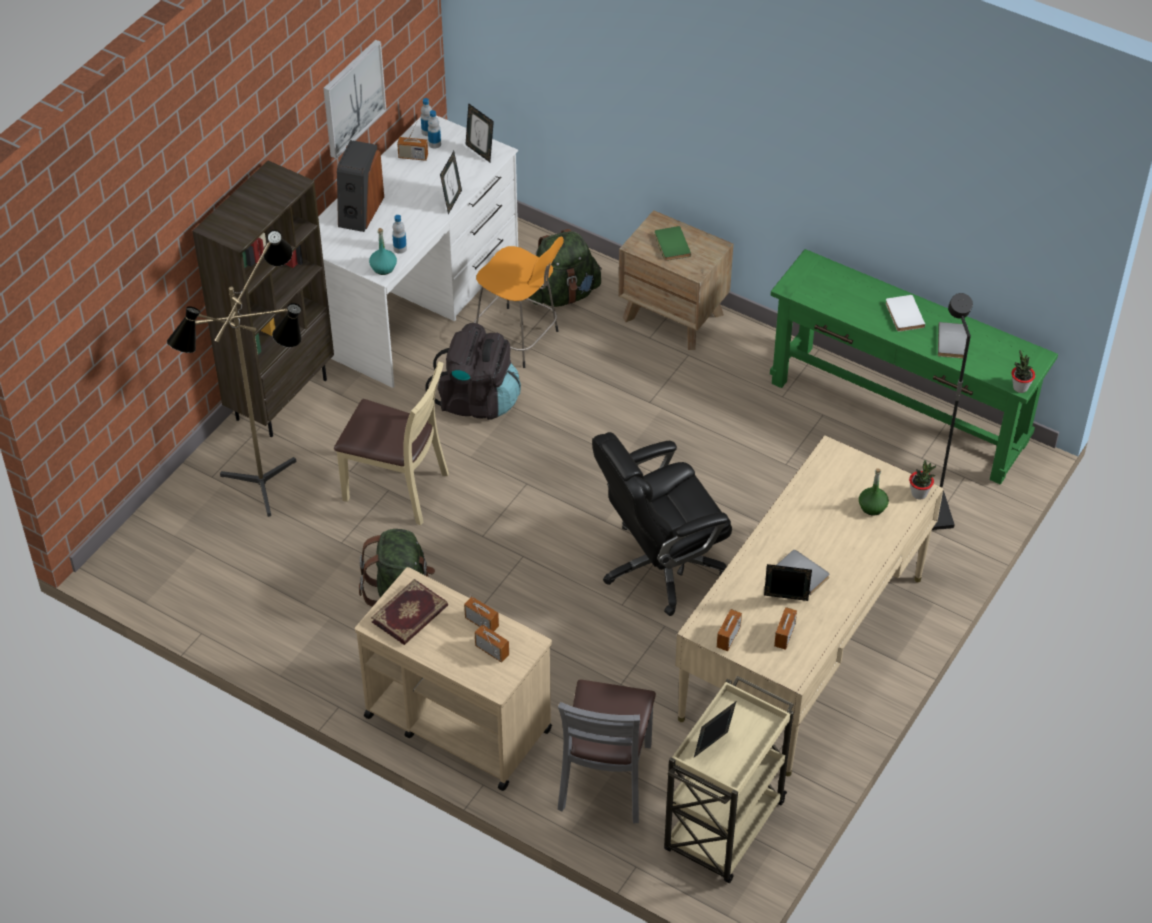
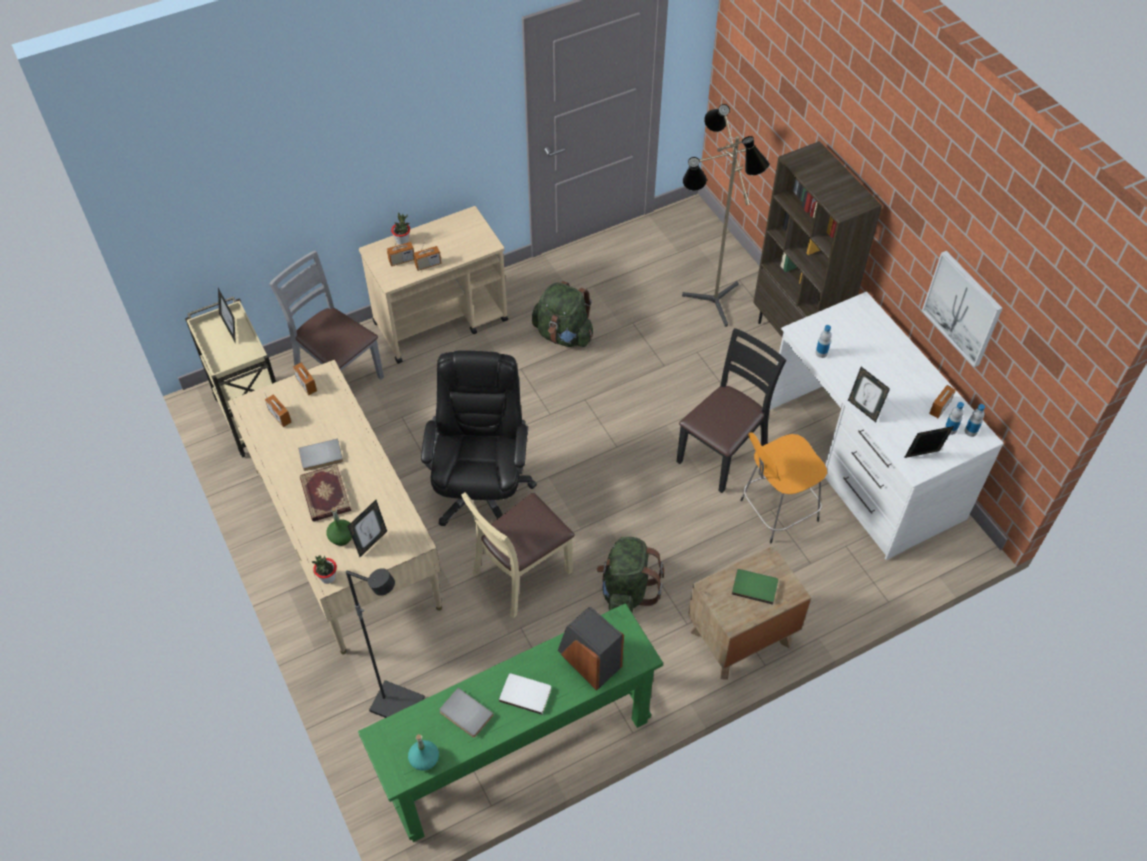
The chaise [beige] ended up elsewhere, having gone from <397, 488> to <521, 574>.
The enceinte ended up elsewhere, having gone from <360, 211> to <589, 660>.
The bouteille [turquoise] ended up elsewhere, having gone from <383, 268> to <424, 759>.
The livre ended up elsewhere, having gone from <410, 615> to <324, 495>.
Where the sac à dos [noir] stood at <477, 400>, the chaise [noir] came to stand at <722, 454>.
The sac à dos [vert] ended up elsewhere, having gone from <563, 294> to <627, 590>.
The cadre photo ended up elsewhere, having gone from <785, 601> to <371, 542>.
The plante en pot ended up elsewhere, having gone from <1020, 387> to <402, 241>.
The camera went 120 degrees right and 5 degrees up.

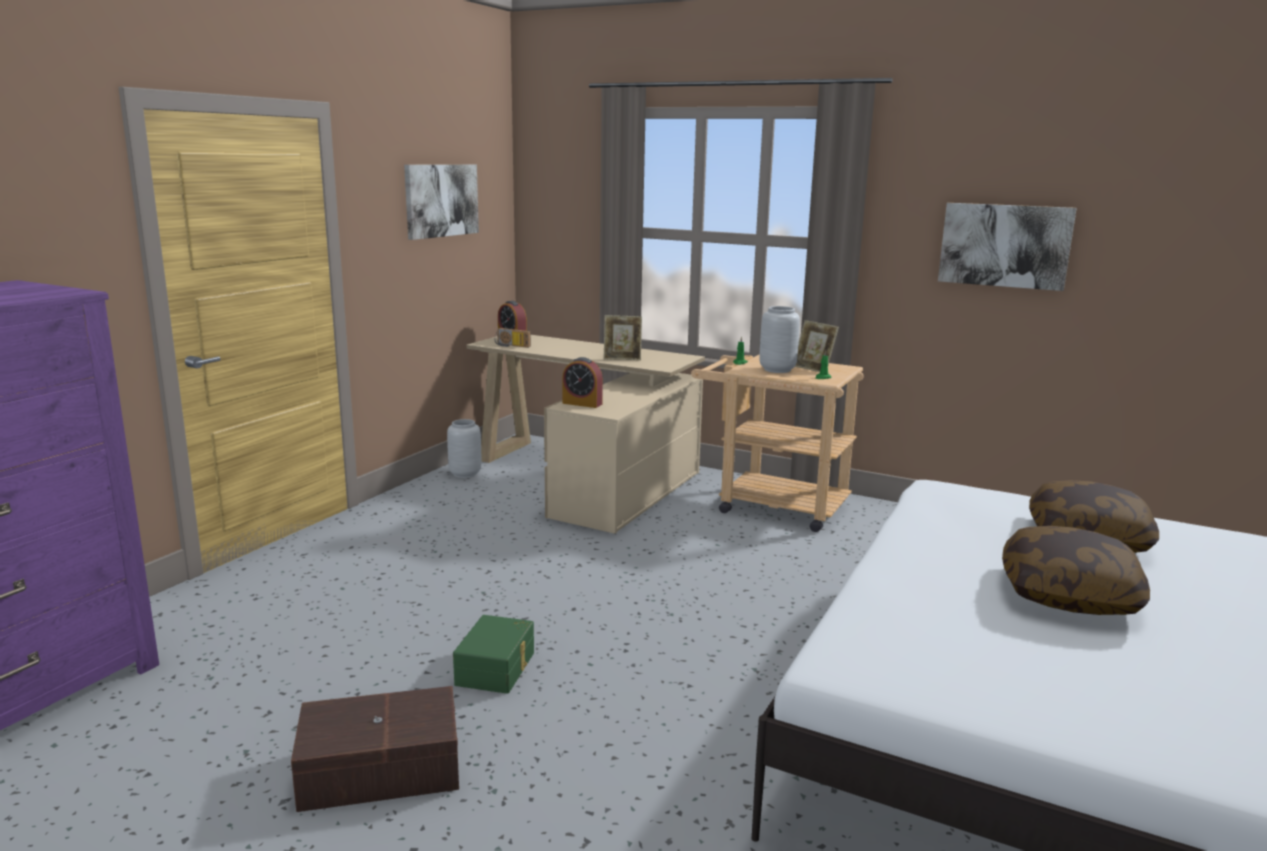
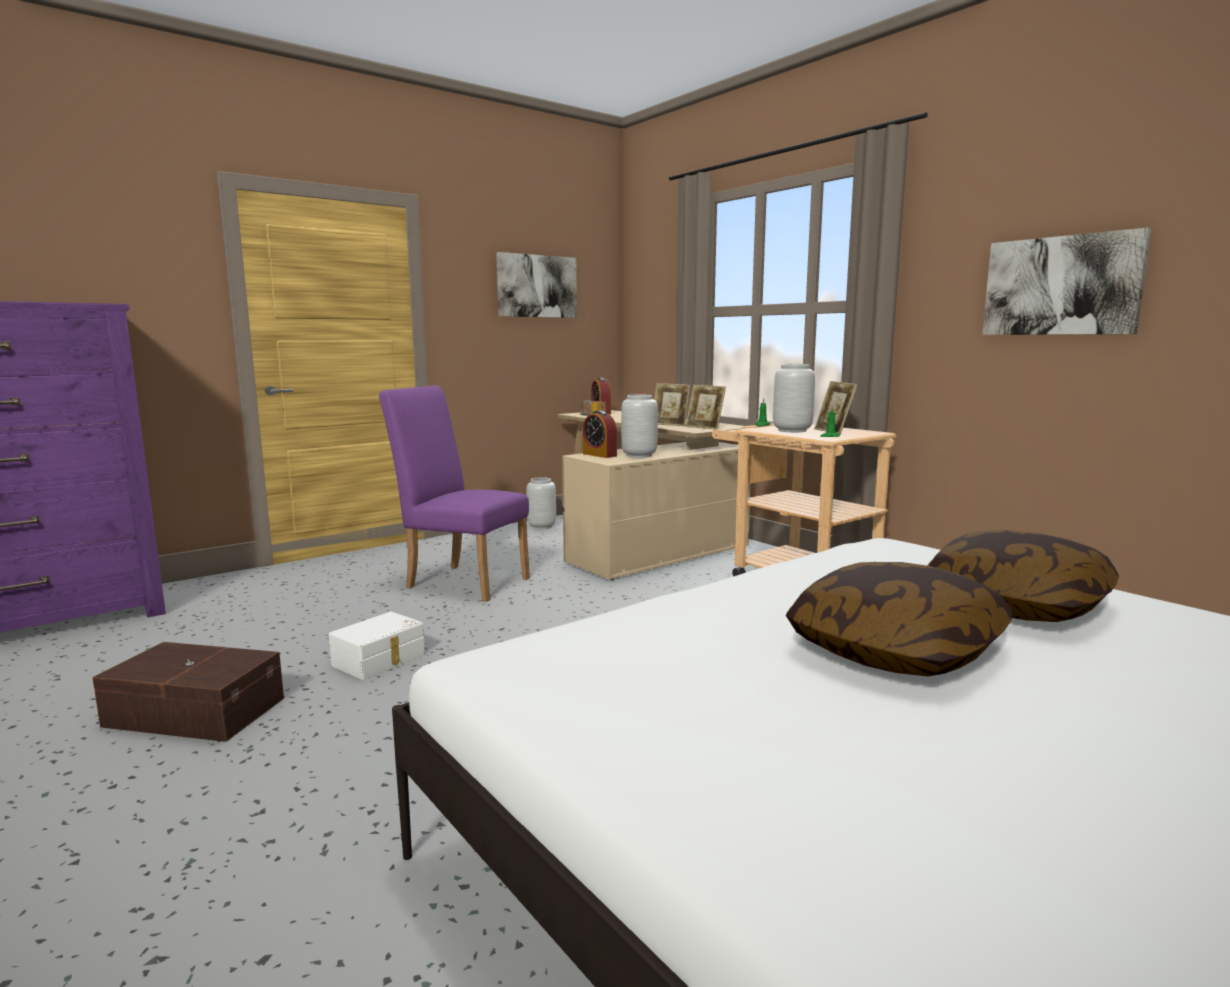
What was the boîte de rangement [vert] at <497, 668> turned into the boîte de rangement [blanc] at <380, 660>.
The second view gained the chaise [violet] at <461, 581>.
The second view gained the vase [gris] at <640, 455>.
The second view gained the cadre photo at <705, 427>.
The camera went 25 degrees right and 5 degrees down.

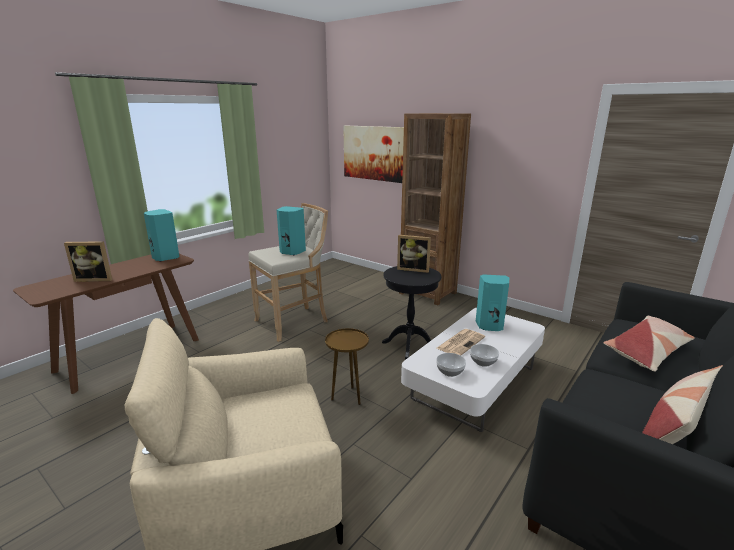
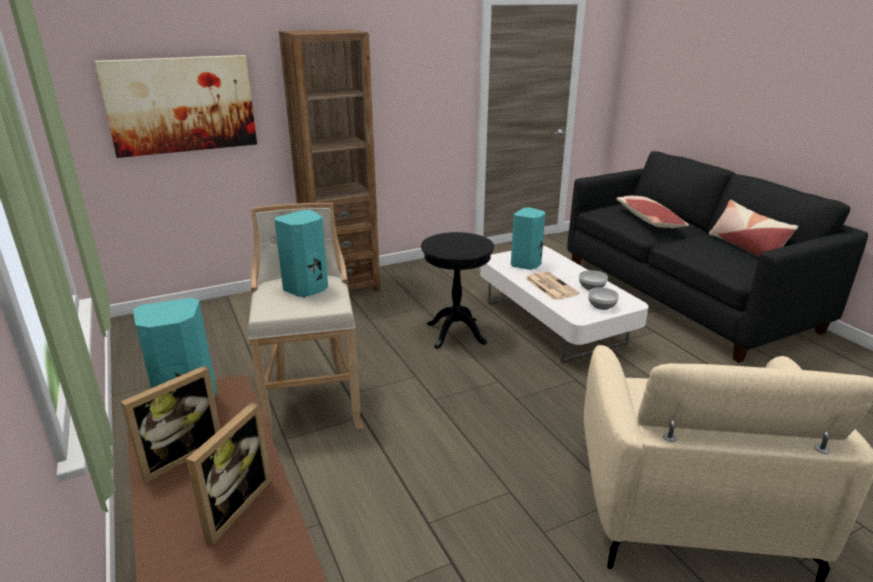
The second view lost the table d'appoint [marron] at <348, 397>.
The cadre photo ended up elsewhere, having gone from <413, 269> to <179, 455>.
The camera went 65 degrees left and 5 degrees up.

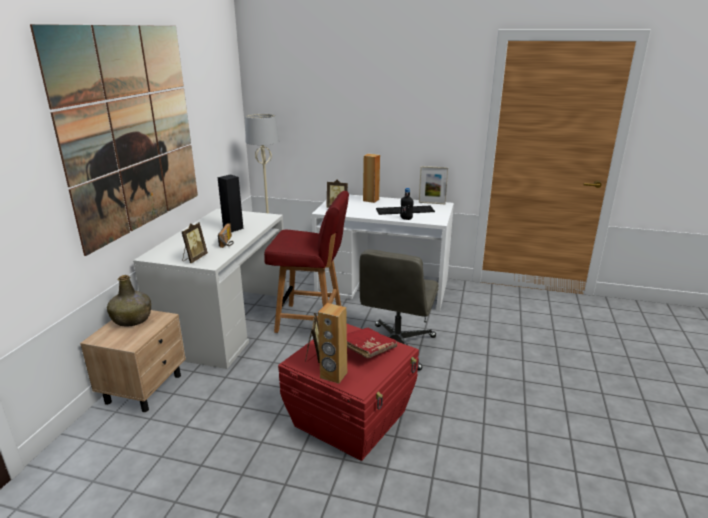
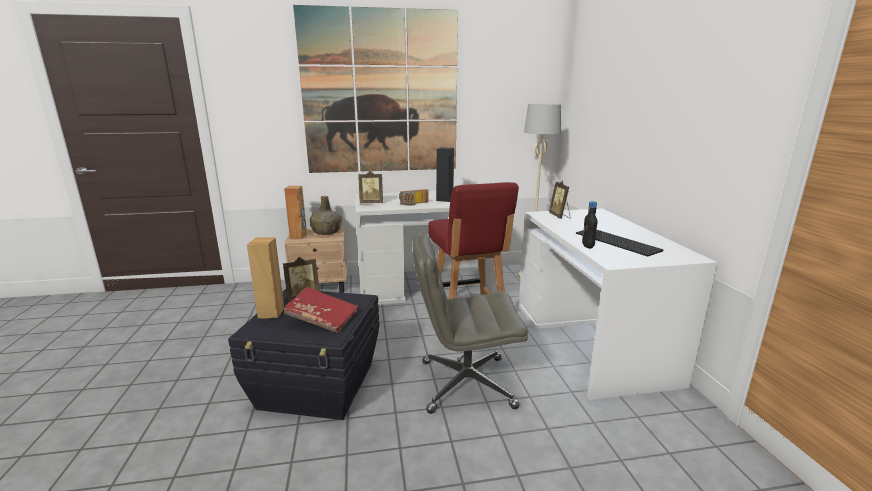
What was the boîte de rangement [rouge] at <351, 418> turned into the boîte de rangement [noir] at <318, 386>.
The enceinte [marron] ended up elsewhere, having gone from <371, 200> to <298, 236>.
The second view lost the cadre photo at <432, 203>.
The camera went 65 degrees right and 5 degrees down.

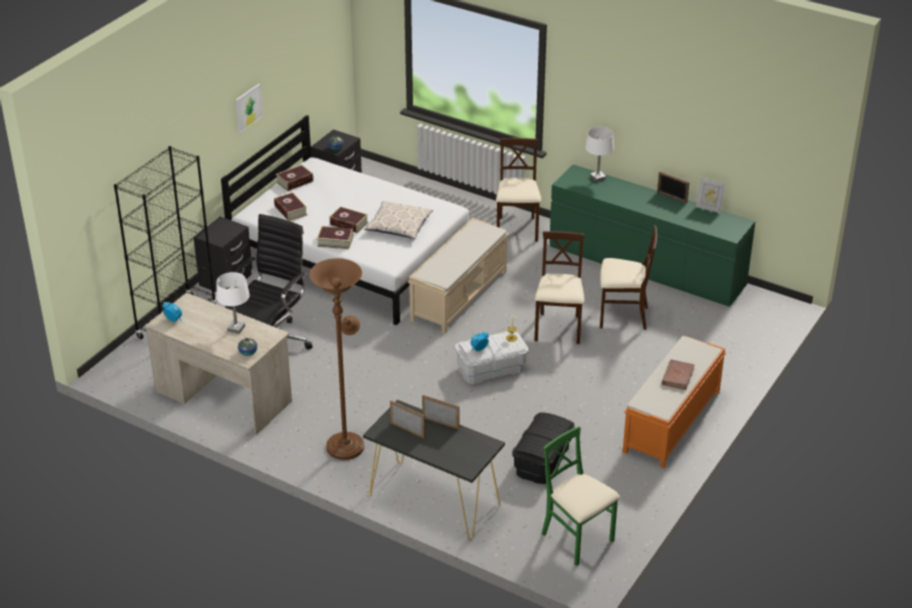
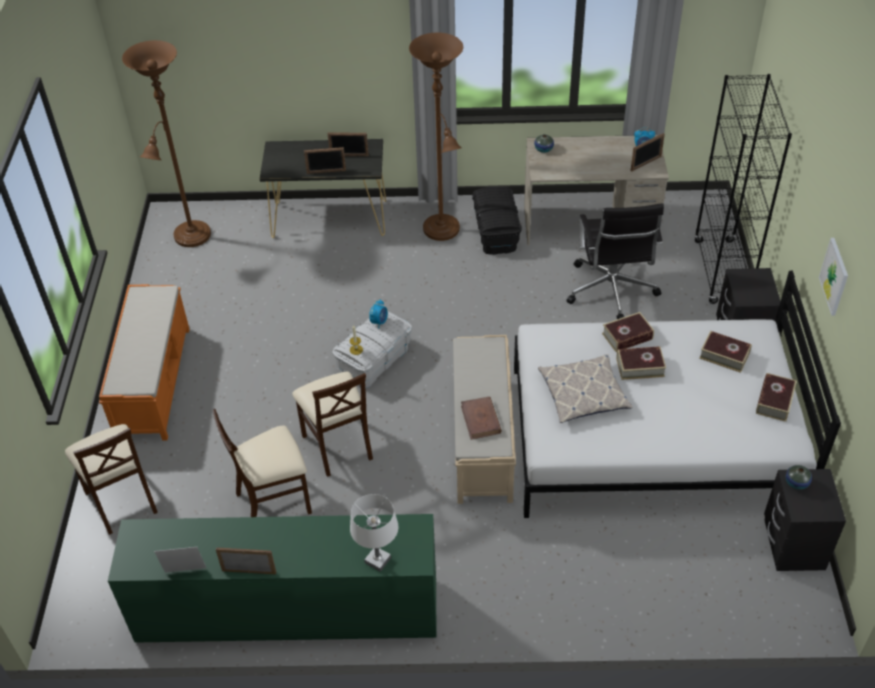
The second view lost the lampe de table [blanc] at <236, 328>.
The chaise [beige] ended up elsewhere, having gone from <517, 229> to <122, 500>.
The boîte de rangement [noir] ended up elsewhere, having gone from <543, 460> to <495, 232>.
Where the chaise [vert] stood at <577, 539>, the lampadaire [marron] came to stand at <190, 238>.
The livre [marron] ended up elsewhere, having gone from <678, 376> to <480, 420>.
The second view gained the cadre photo at <646, 164>.
The camera went 150 degrees right and 10 degrees up.

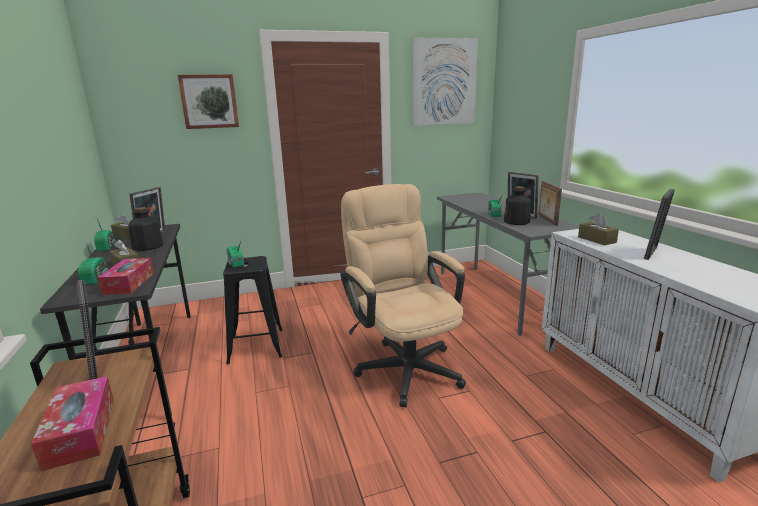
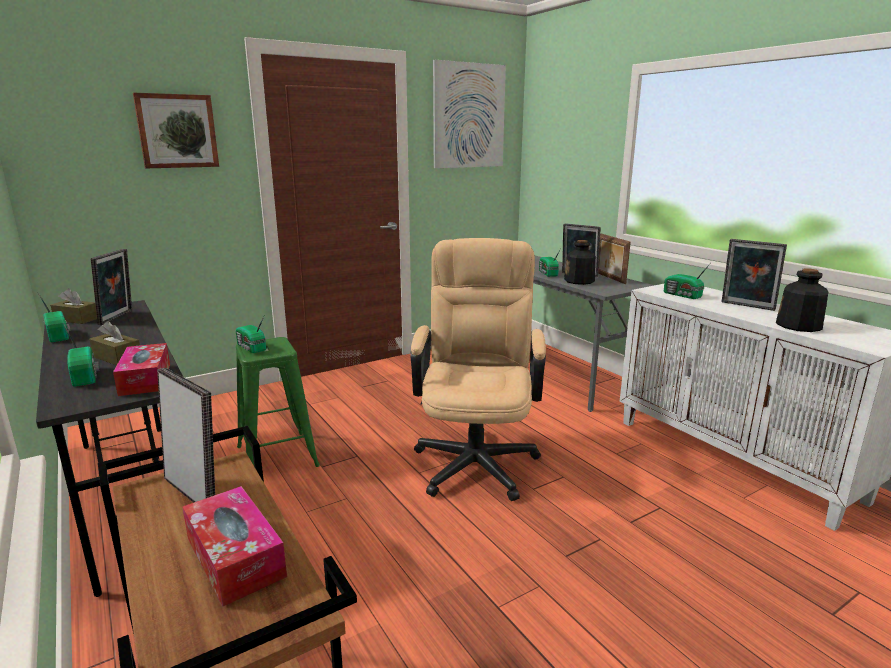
The bouteille ended up elsewhere, having gone from <147, 246> to <798, 326>.
What was the tabouret [noir] at <256, 345> turned into the tabouret [vert] at <277, 456>.
The chaise de bureau [beige] at <404, 364> ended up facing another way, 45 degrees clockwise from before.
Where the boîte à mouchoirs [marron] stood at <596, 240>, the radio came to stand at <682, 295>.
The cadre photo at <654, 253> ended up facing another way, 105 degrees clockwise from before.
The camera went 15 degrees left and 0 degrees up.

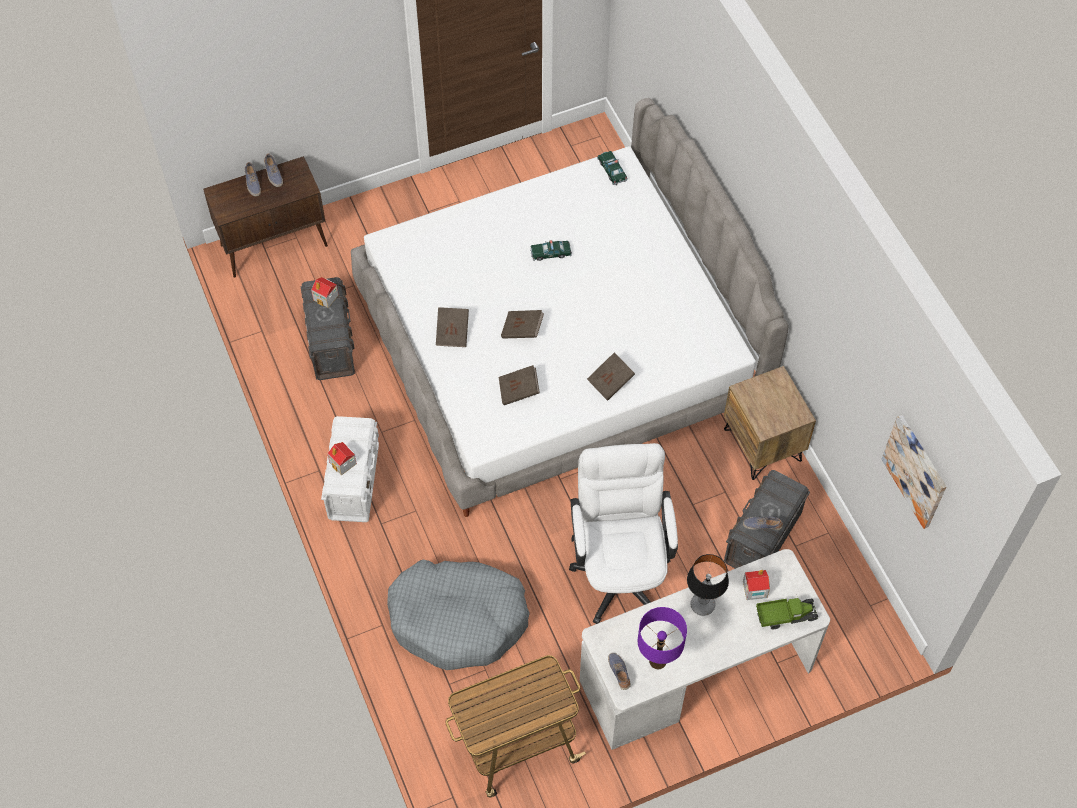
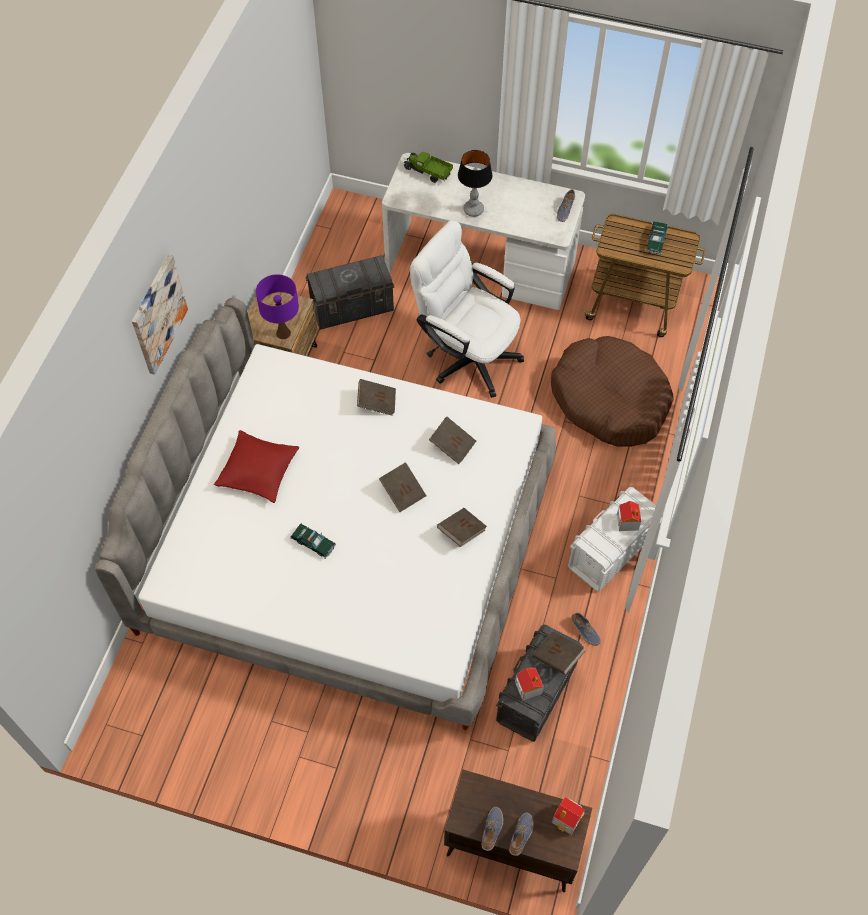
What was the panier pour chien [gris] at <458, 619> turned into the panier pour chien [marron] at <609, 400>.
The chaise de bureau [blanc] at <620, 568> ended up facing another way, 90 degrees clockwise from before.
The petite voiture ended up elsewhere, having gone from <612, 170> to <656, 241>.
The lampe de table [violet] ended up elsewhere, having gone from <657, 661> to <283, 333>.
The chaussure ended up elsewhere, having gone from <762, 525> to <584, 631>.
The maison miniature ended up elsewhere, having gone from <754, 589> to <567, 819>.
The tableau ended up elsewhere, having gone from <916, 471> to <157, 314>.
The second view gained the coussin [rouge] at <258, 471>.
The second view gained the livre [marron] at <557, 657>.
The camera went 140 degrees left and 0 degrees up.

